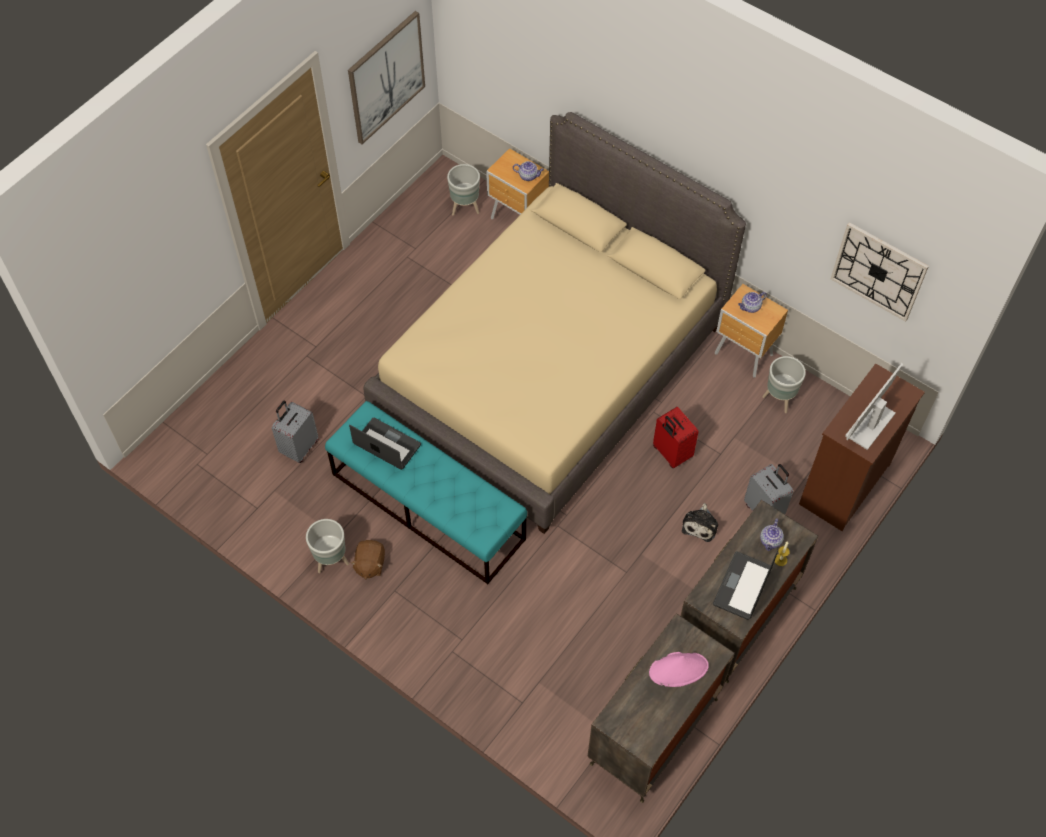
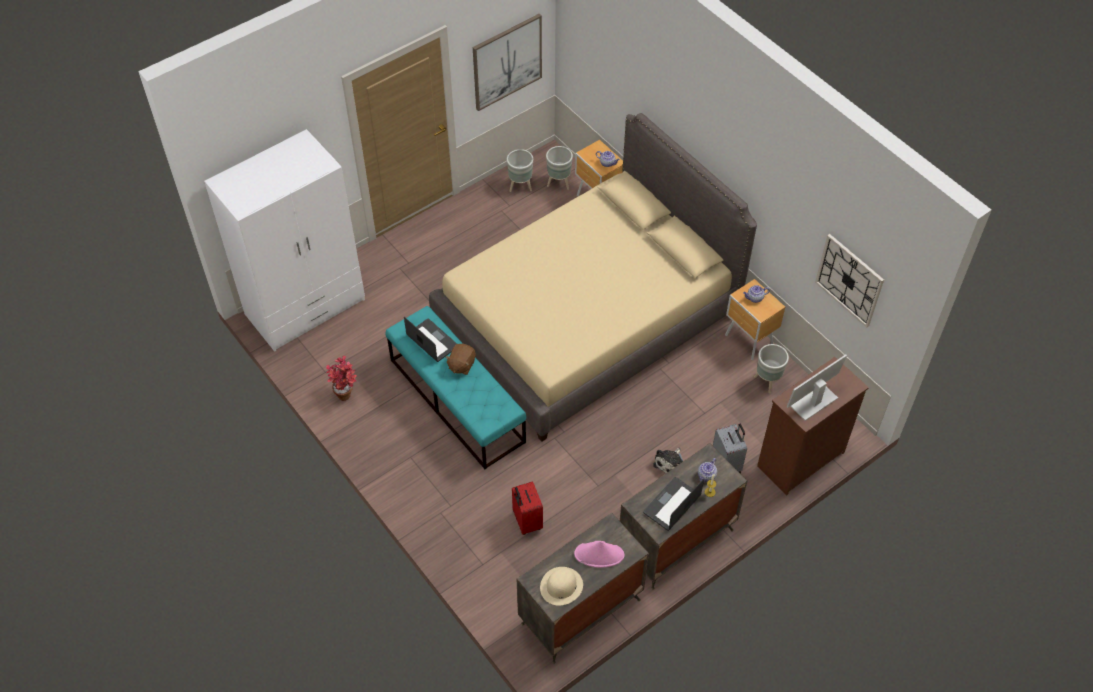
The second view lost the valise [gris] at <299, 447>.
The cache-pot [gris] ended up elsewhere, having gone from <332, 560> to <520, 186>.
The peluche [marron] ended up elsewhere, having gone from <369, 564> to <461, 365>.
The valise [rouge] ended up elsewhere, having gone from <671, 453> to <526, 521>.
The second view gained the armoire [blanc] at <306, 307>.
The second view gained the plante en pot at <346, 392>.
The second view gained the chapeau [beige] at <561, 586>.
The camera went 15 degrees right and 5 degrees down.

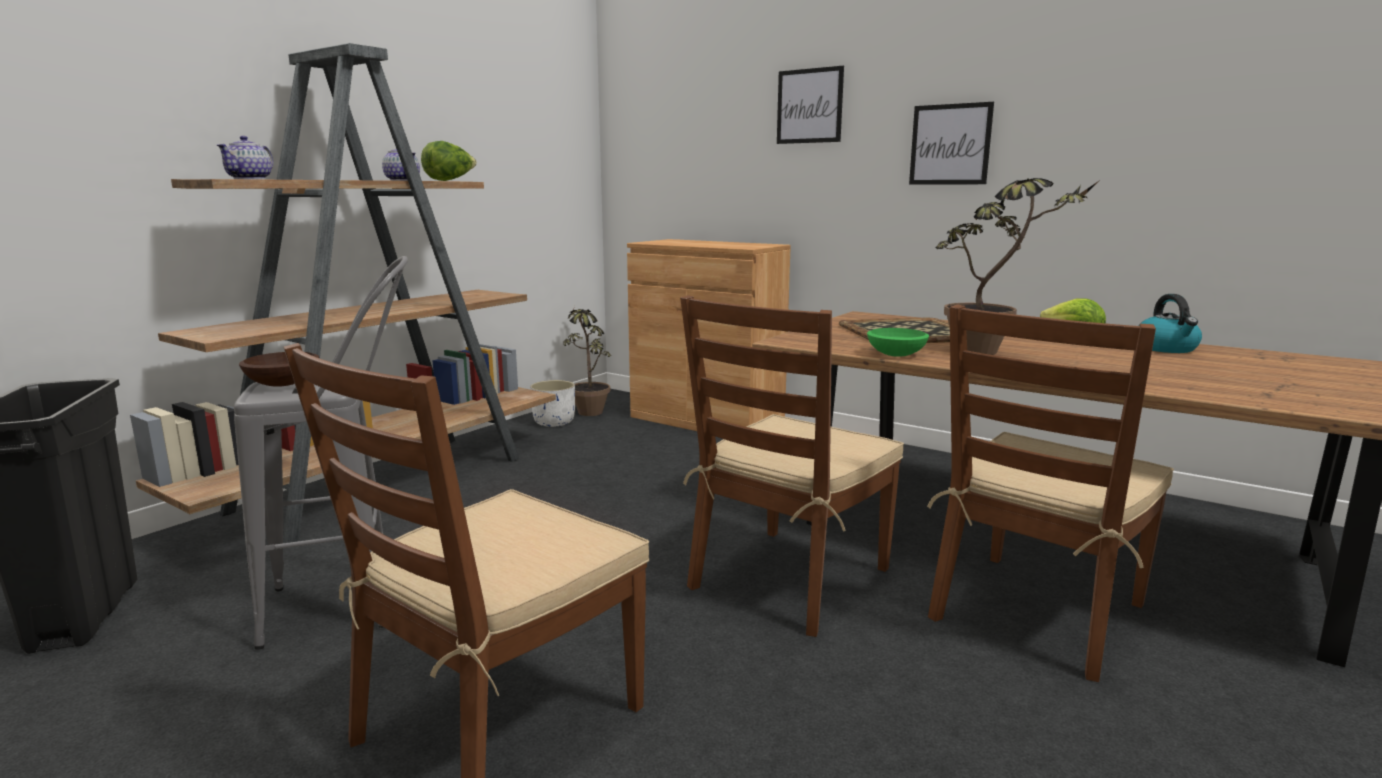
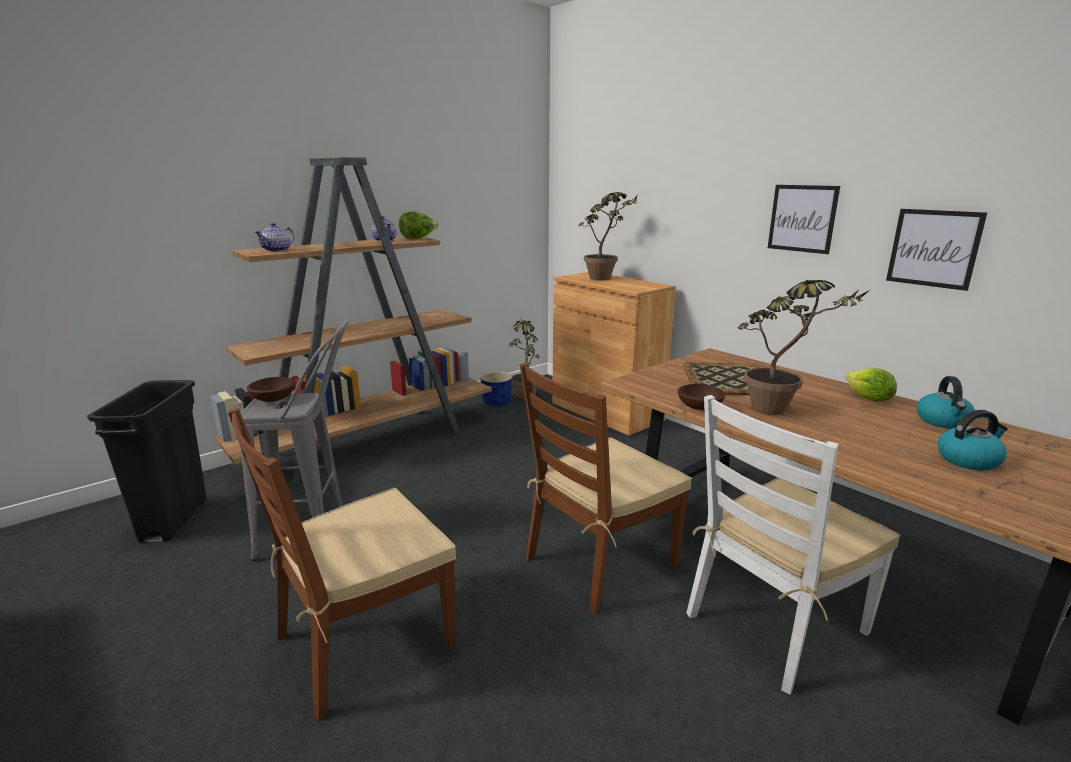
What was the cache-pot [blanc] at <554, 422> turned into the cache-pot [bleu] at <497, 402>.
The tableau ended up elsewhere, having gone from <809, 106> to <933, 248>.
What was the bol [vert] at <896, 354> turned into the bol [marron] at <700, 407>.
What was the chaise [marron] at <1036, 612> turned into the chaise [blanc] at <775, 624>.
The second view gained the plante en pot at <605, 279>.
The second view gained the bouilloire at <968, 459>.
The camera went 15 degrees right and 5 degrees up.

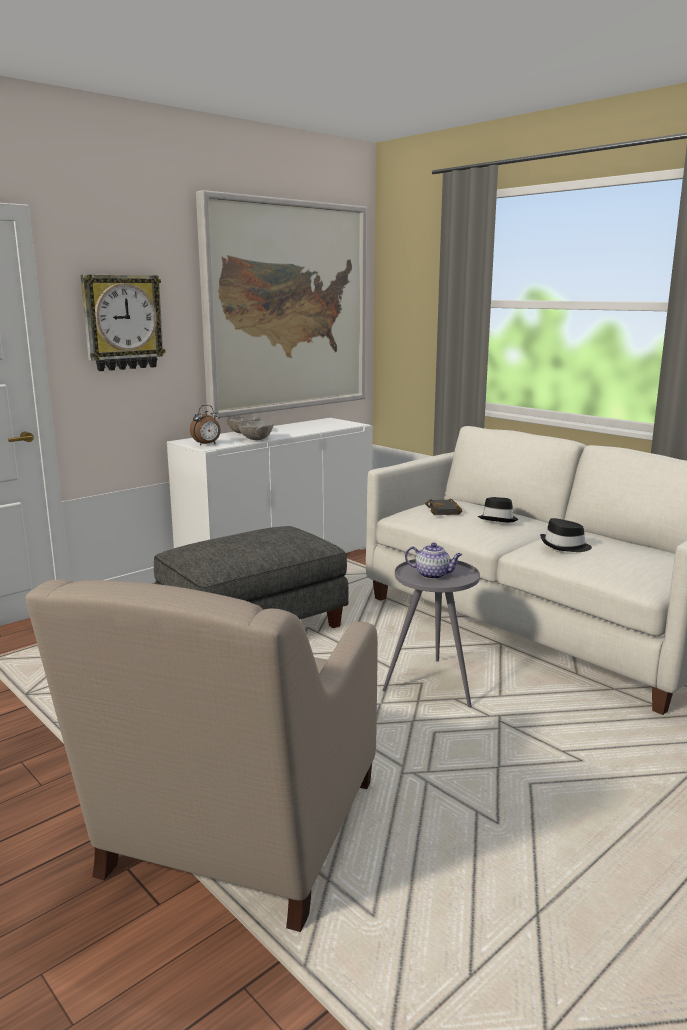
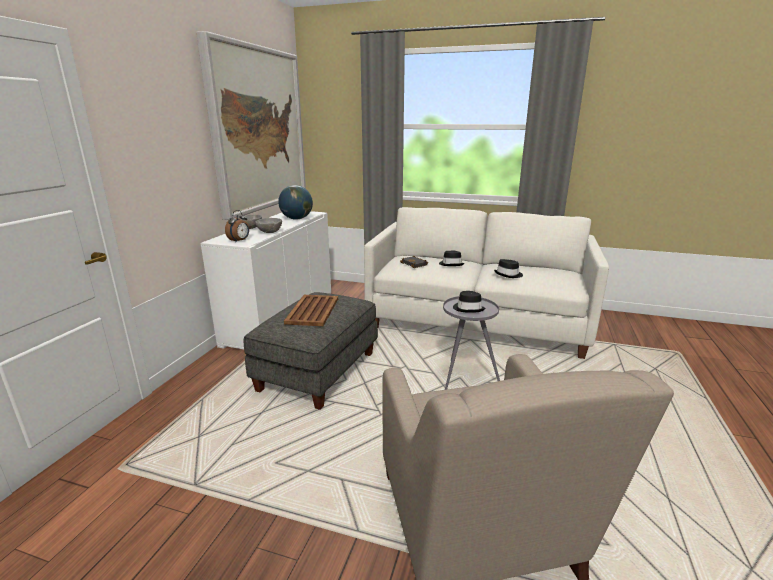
The second view lost the horloge murale at <122, 322>.
Where the théière stood at <433, 575>, the chapeau [noir] came to stand at <468, 308>.
The second view gained the globe at <296, 219>.
The second view gained the plateau [marron] at <312, 311>.
The camera went 30 degrees left and 5 degrees up.

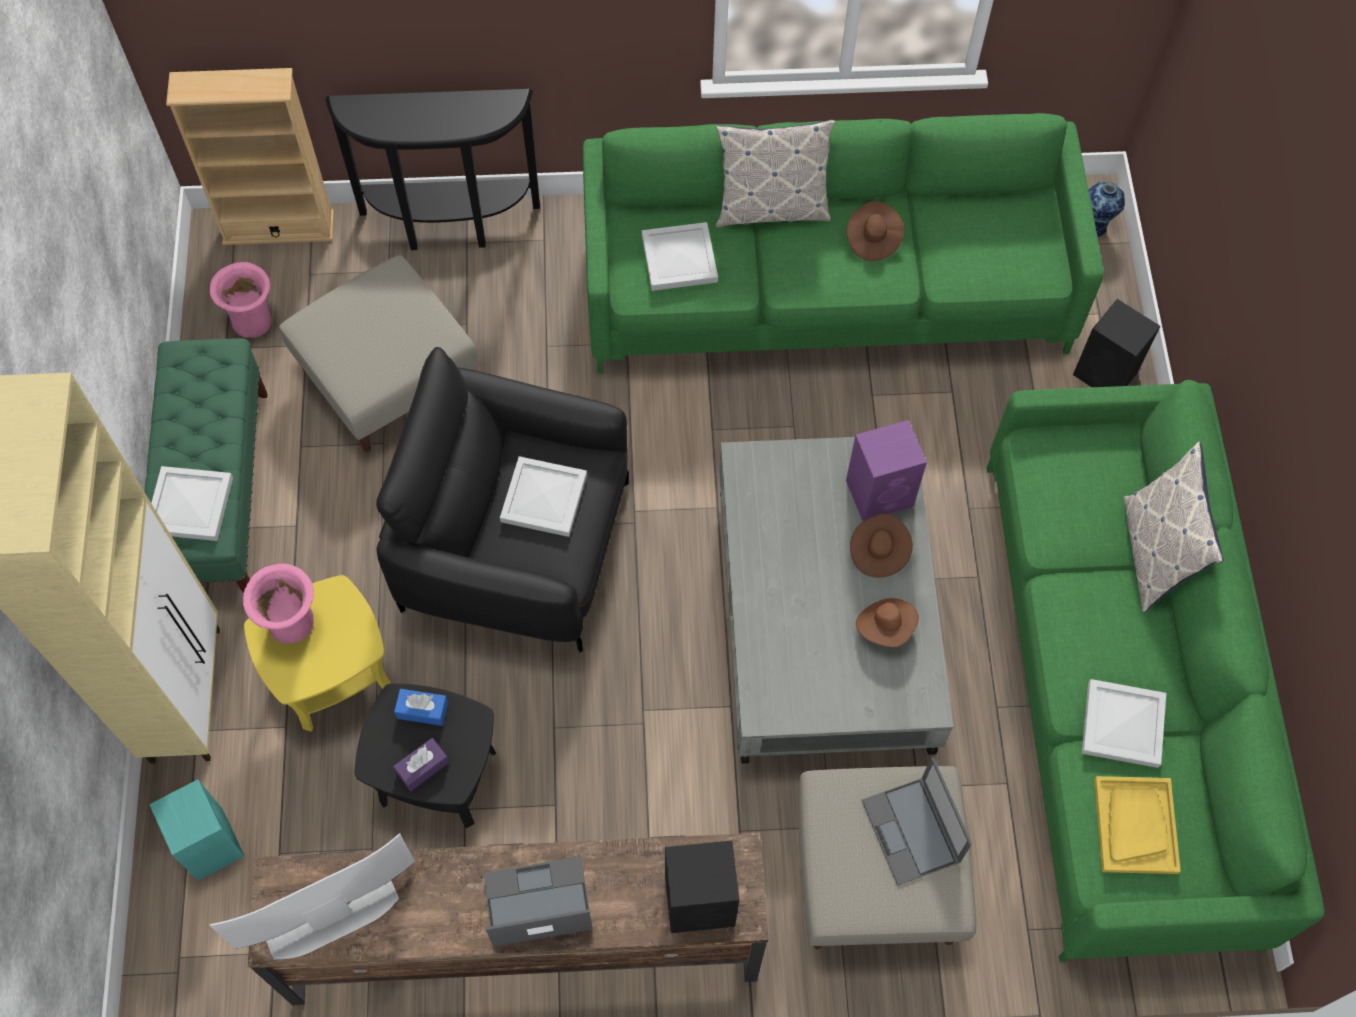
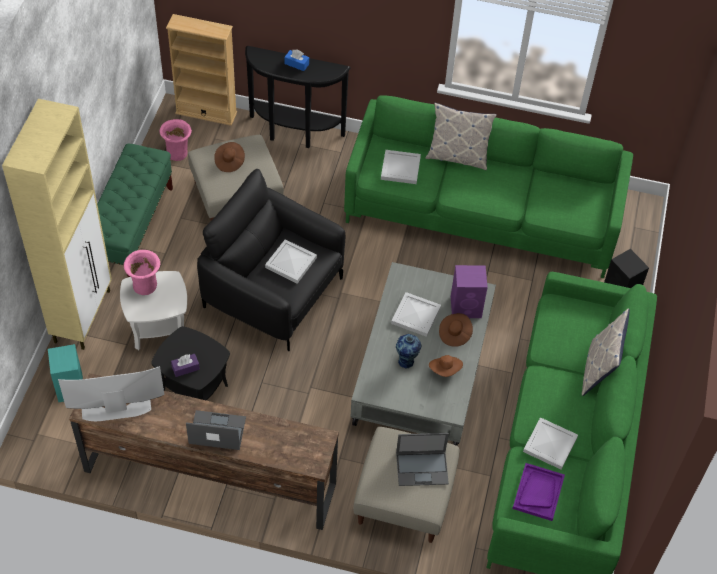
The plateau [blanc] ended up elsewhere, having gone from <189, 506> to <415, 316>.
What was the table d'appoint [jaune] at <333, 676> turned into the table d'appoint [blanc] at <158, 328>.
The boîte à mouchoirs [bleu] ended up elsewhere, having gone from <422, 710> to <296, 64>.
The second view lost the enceinte [noir] at <701, 901>.
The chapeau [marron] ended up elsewhere, having gone from <872, 239> to <229, 162>.
The ordinateur portable at <911, 832> ended up facing another way, 90 degrees counterclockwise from before.
The vase ended up elsewhere, having gone from <1095, 226> to <407, 361>.
What was the plateau [jaune] at <1135, 825> turned into the plateau [violet] at <538, 492>.
The camera went 15 degrees right and 10 degrees down.

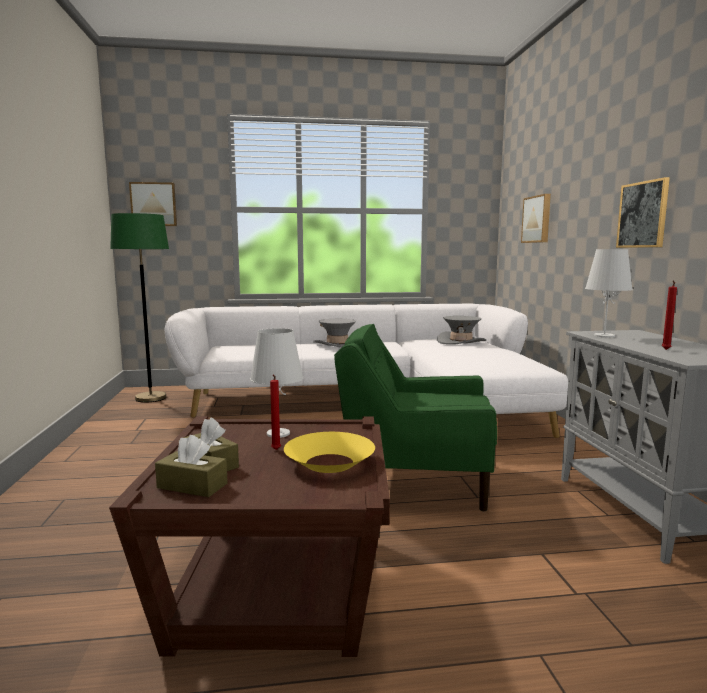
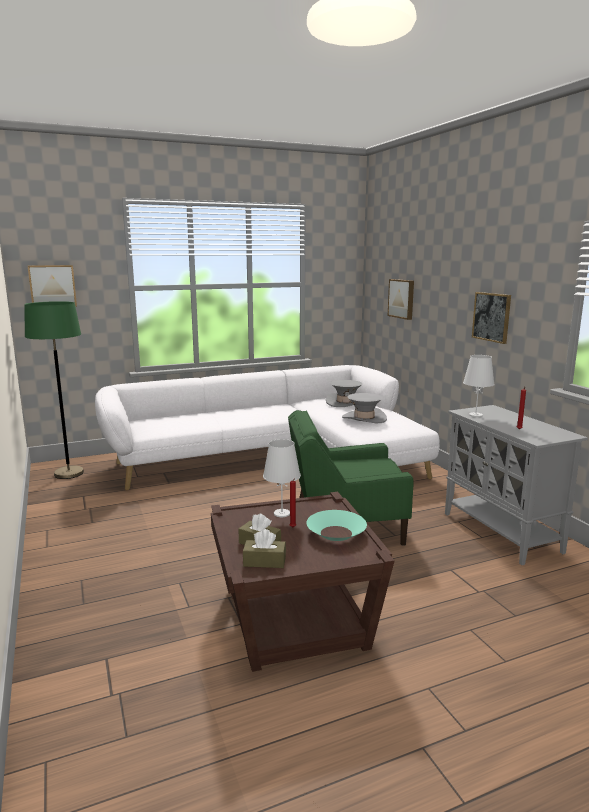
What was the bol [jaune] at <329, 463> turned into the bol [turquoise] at <336, 533>.
The chapeau [gris] ended up elsewhere, having gone from <337, 344> to <364, 418>.
The camera went 15 degrees left and 5 degrees up.

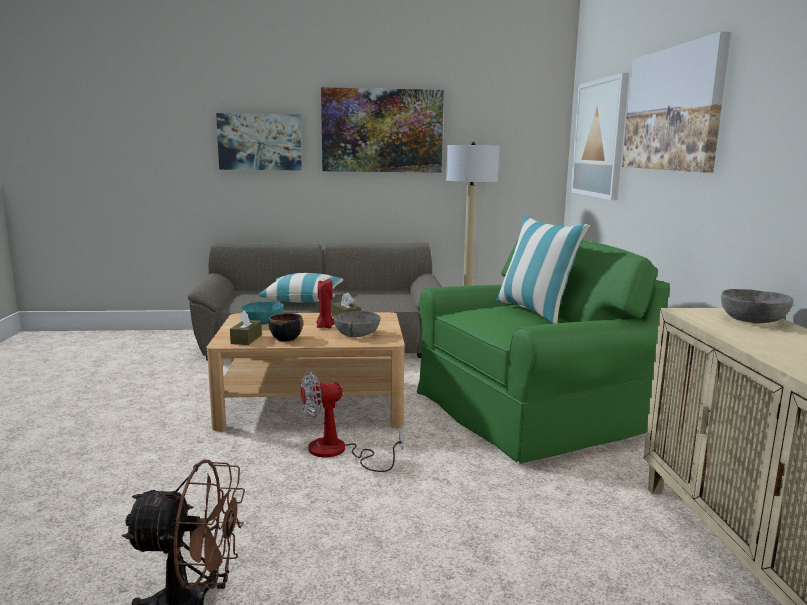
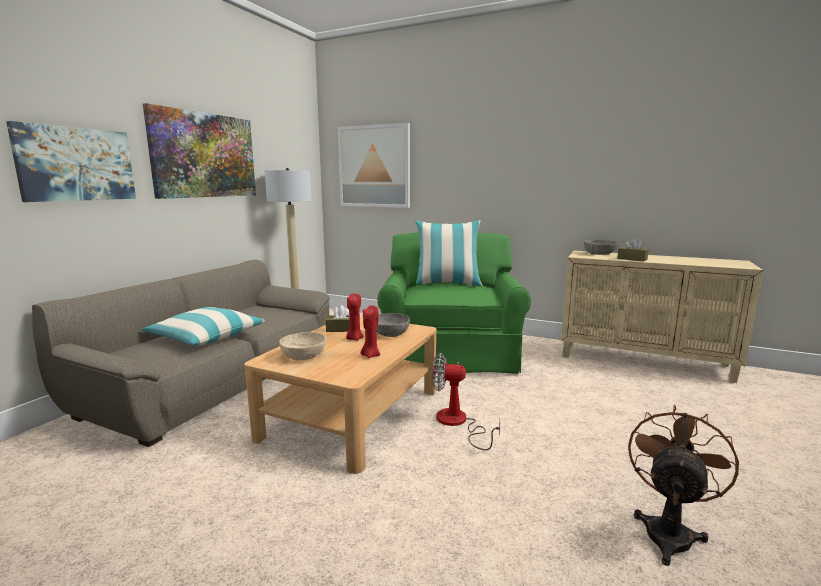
The boîte à mouchoirs [marron] ended up elsewhere, having gone from <246, 339> to <632, 259>.
What was the bol [turquoise] at <262, 322> turned into the bol [beige] at <303, 356>.
Where the bol [noir] stood at <286, 338>, the bougie [rouge] came to stand at <370, 355>.
The ventilateur at <338, 452> ended up facing another way, 90 degrees clockwise from before.
The second view lost the tableau at <672, 109>.
The camera went 60 degrees left and 0 degrees up.

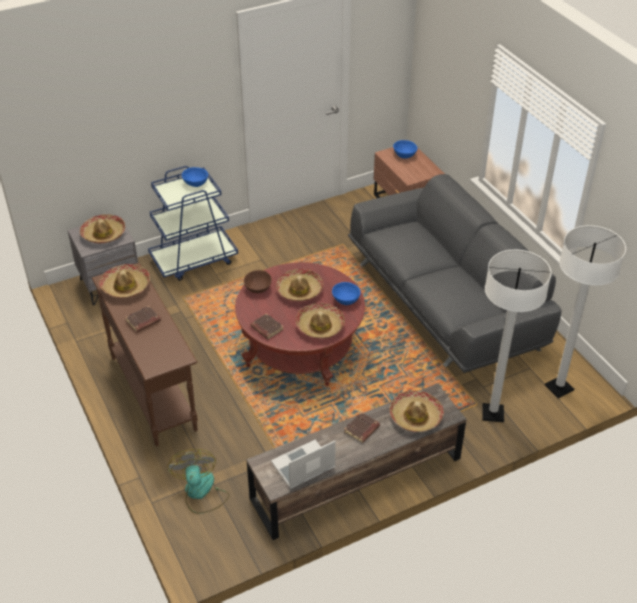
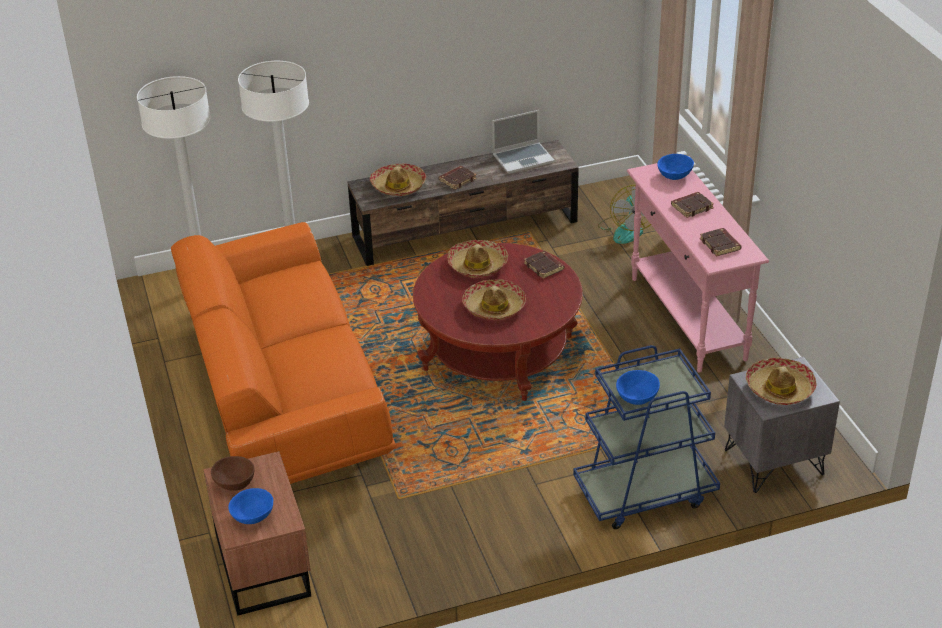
What was the table console [marron] at <153, 392> turned into the table console [rose] at <687, 319>.
Where the chapeau stood at <125, 286>, the livre [marron] came to stand at <720, 245>.
The bol [marron] ended up elsewhere, having gone from <258, 288> to <234, 483>.
The bol [bleu] ended up elsewhere, having gone from <345, 300> to <675, 175>.
What was the canapé [gris] at <445, 303> turned into the canapé [orange] at <283, 393>.
The camera went 170 degrees left and 5 degrees down.

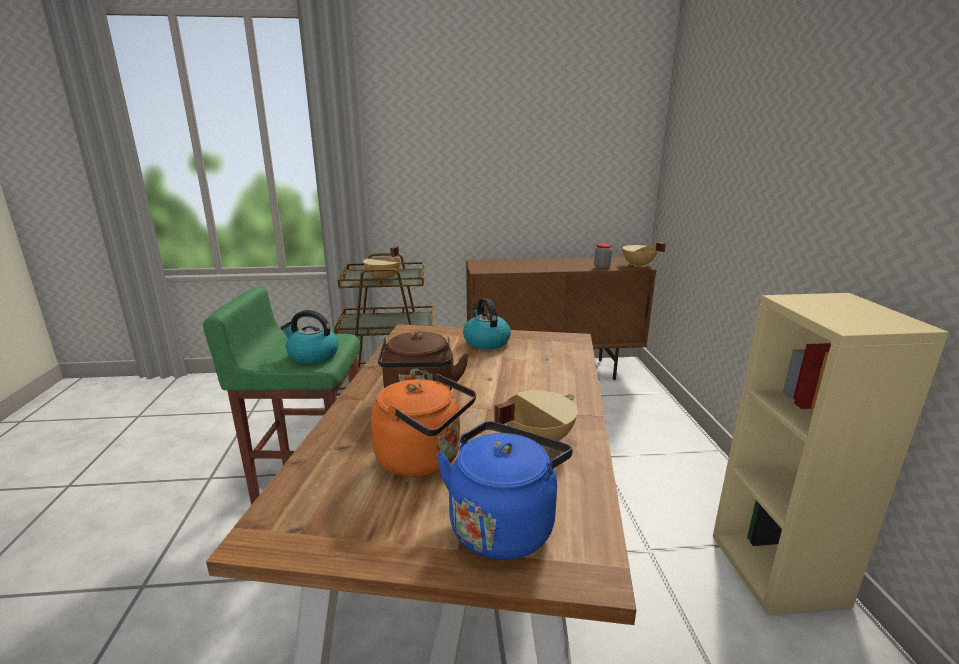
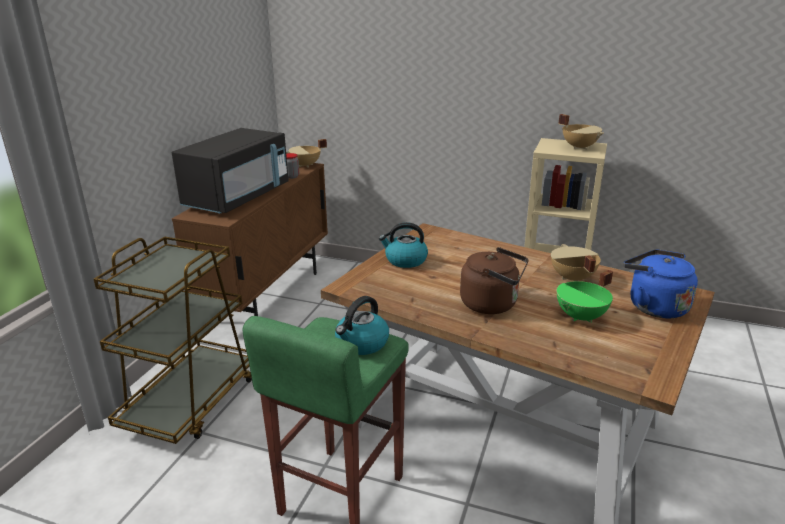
The marmite [beige] ended up elsewhere, having gone from <384, 278> to <579, 147>.
Where the bouilloire [orange] stood at <424, 459>, the marmite [vert] came to stand at <582, 317>.
The second view gained the micro-ondes [noir] at <238, 198>.
The camera went 65 degrees left and 5 degrees up.

